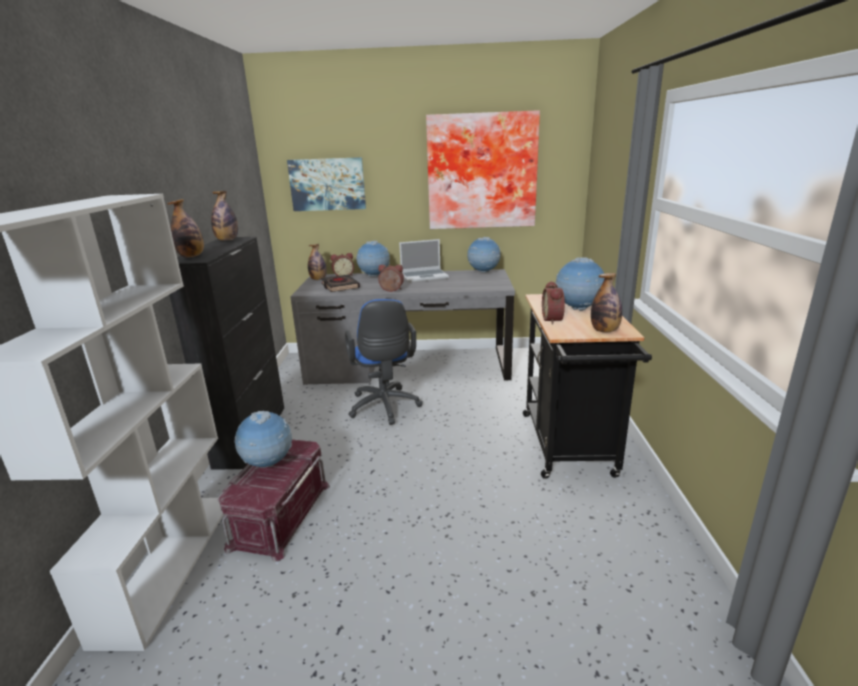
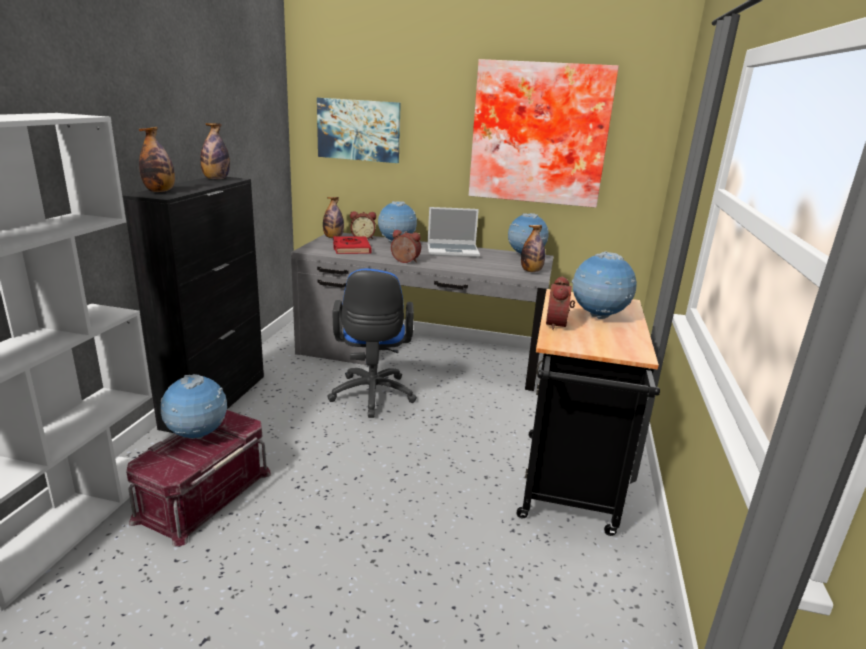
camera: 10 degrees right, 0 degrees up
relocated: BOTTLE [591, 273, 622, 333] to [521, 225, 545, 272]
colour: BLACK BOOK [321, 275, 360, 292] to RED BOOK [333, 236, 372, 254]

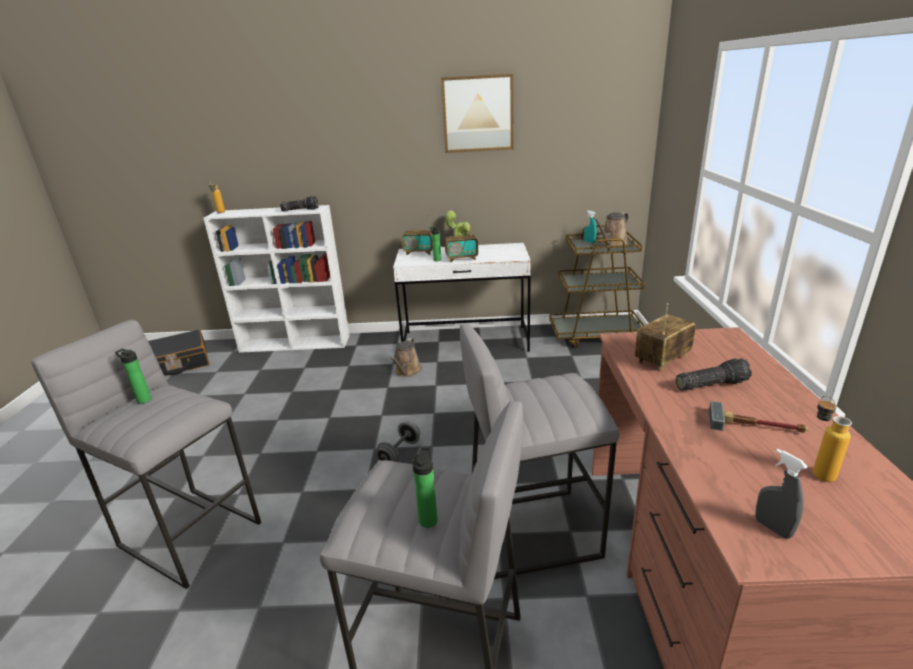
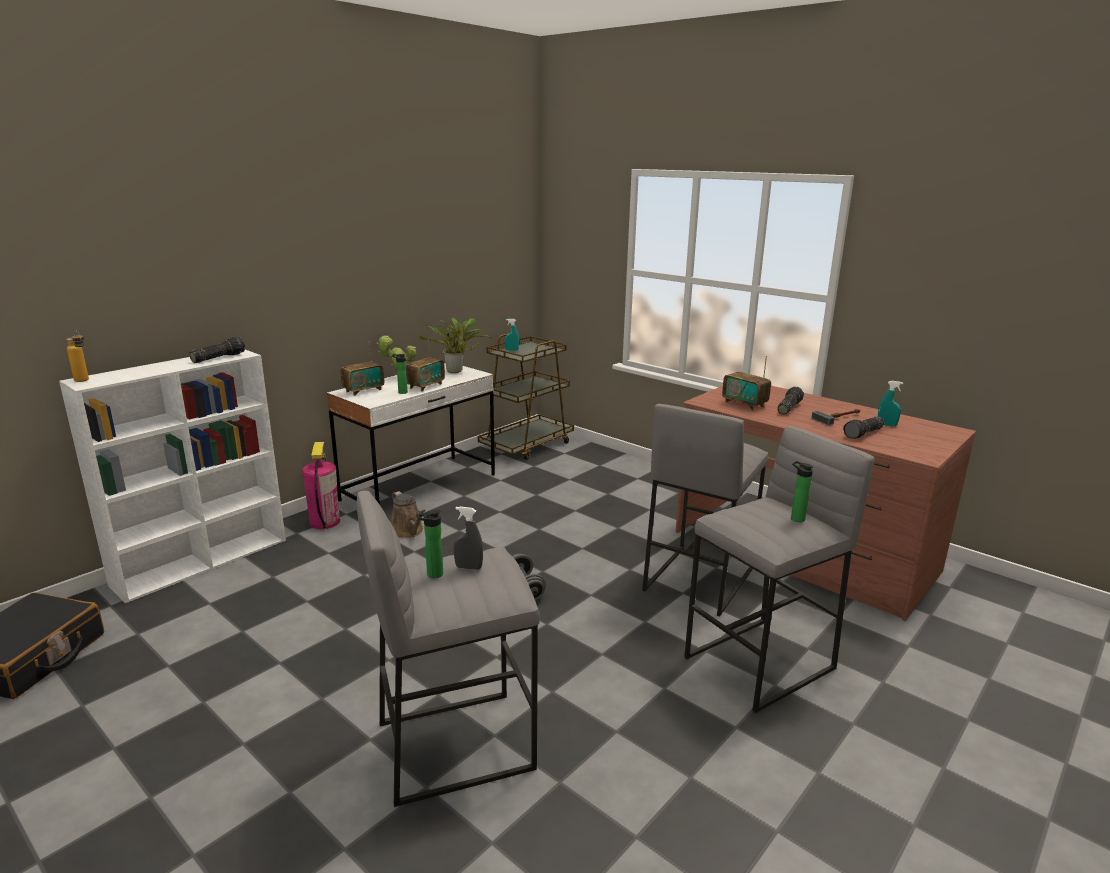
camera: 50 degrees left, 5 degrees down
missing: PICTURE [441, 74, 513, 153]; BROWN WATERING CAN [593, 212, 629, 247]
appeared: FIRE EXTINGUISHER [302, 442, 340, 529]; POTTED PLANT [420, 317, 491, 373]; FLASHLIGHT [843, 417, 884, 439]
relocated: GREY SPRAY BOTTLE [755, 449, 808, 539] to [453, 507, 483, 570]
exchanged: BOTTLE [813, 395, 852, 482] to TURQUOISE SPRAY BOTTLE [878, 381, 903, 426]
spun: RADIO [635, 303, 696, 371] = [722, 356, 771, 411] 45 degrees counterclockwise

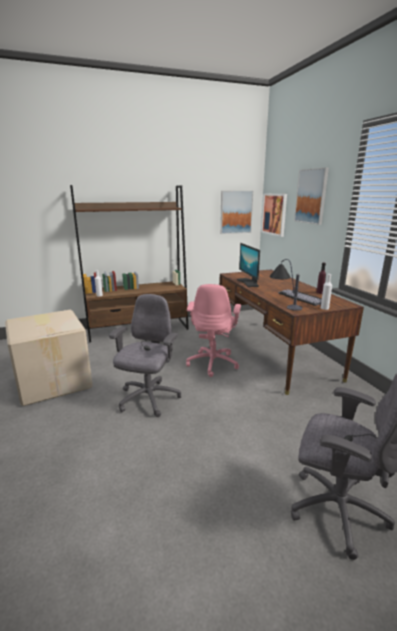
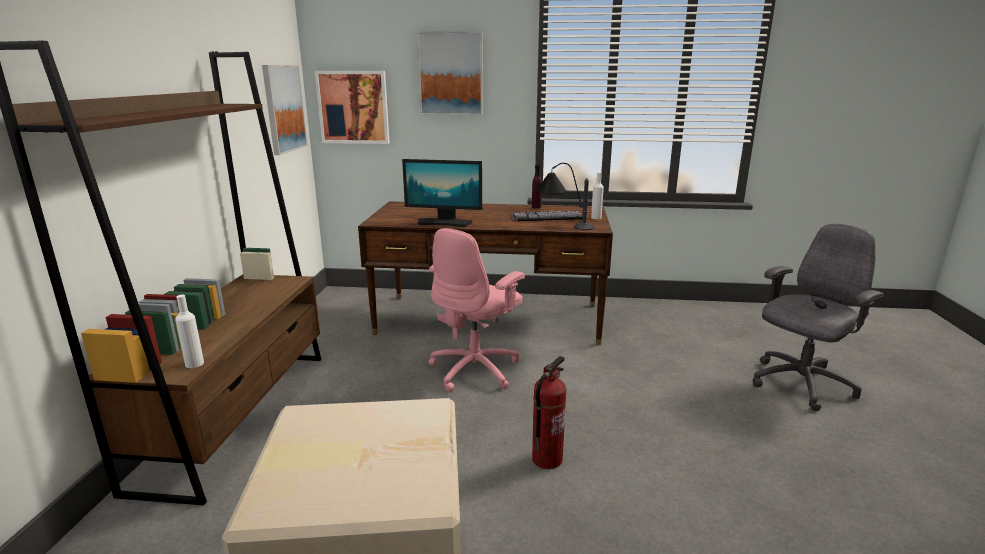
camera: 65 degrees left, 0 degrees up
exchanged: GREY OFFICE CHAIR [109, 294, 181, 417] to FIRE EXTINGUISHER [532, 356, 566, 469]
spun: PINK OFFICE CHAIR [186, 284, 241, 377] = [428, 228, 525, 392] 90 degrees clockwise

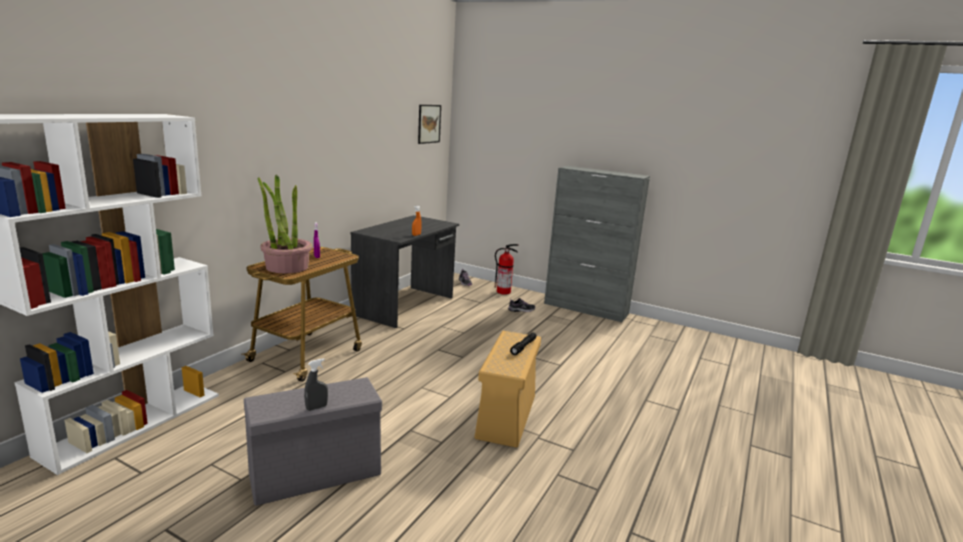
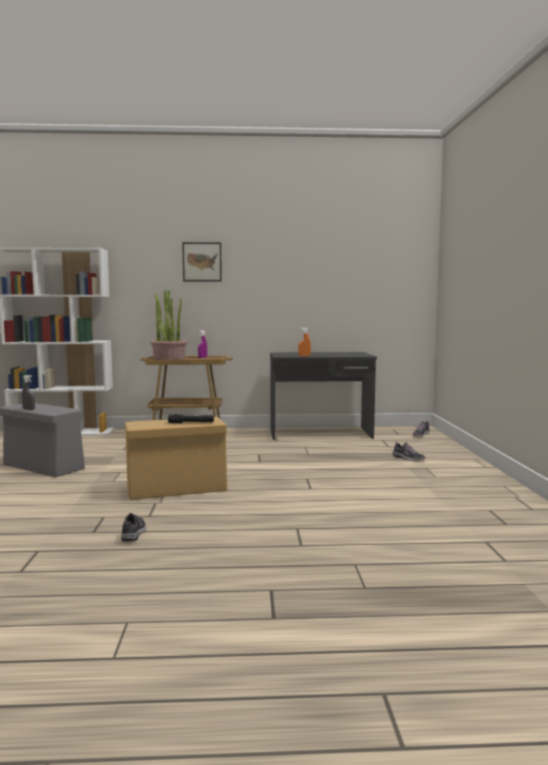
camera: 60 degrees right, 10 degrees down
missing: FIRE EXTINGUISHER [495, 244, 519, 295]; GREY CABINET [544, 166, 650, 322]
appeared: SHOE [121, 513, 146, 542]
relocated: PICTURE [418, 105, 441, 144] to [182, 242, 222, 281]

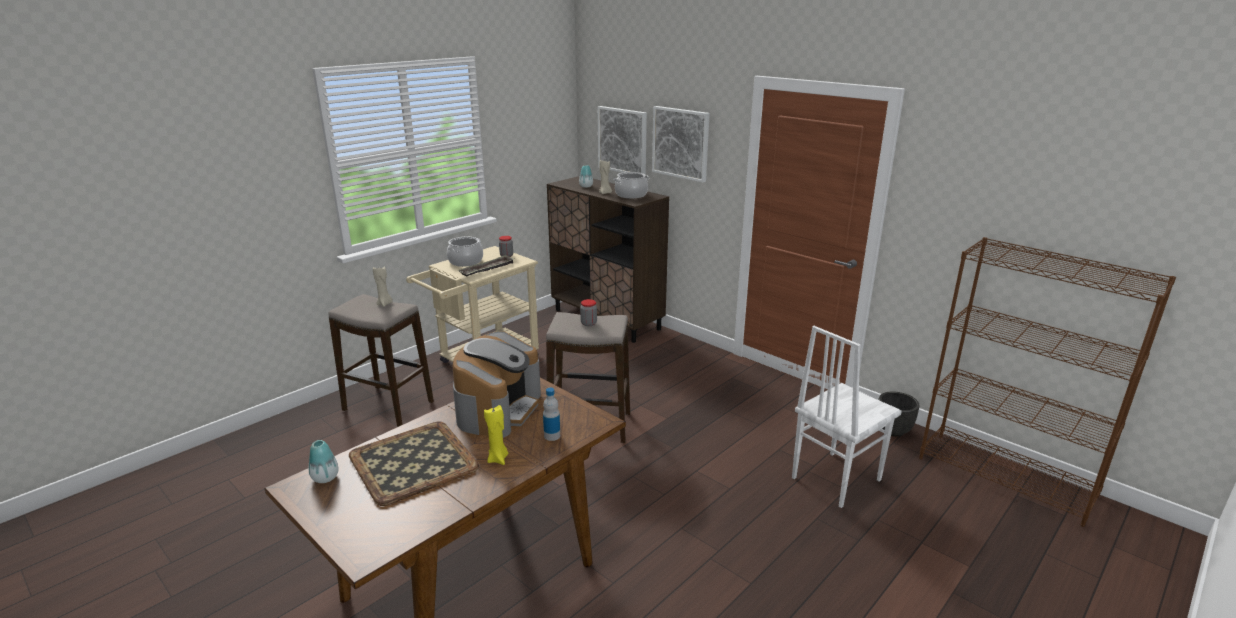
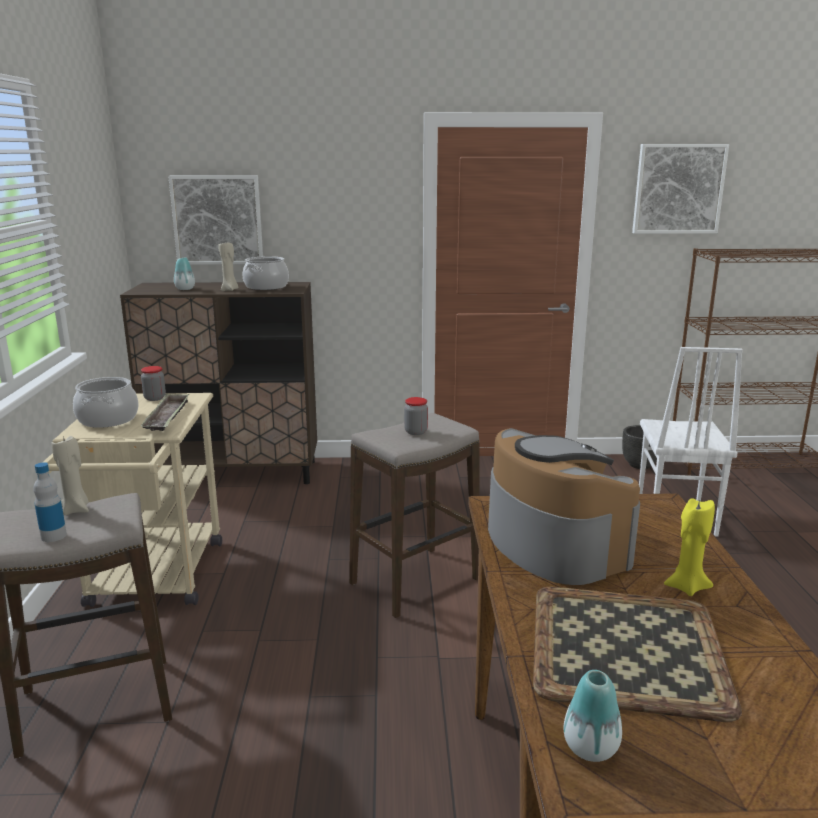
camera: 45 degrees left, 5 degrees down
relocated: BOTTLE [543, 388, 560, 441] to [33, 462, 67, 542]; PICTURE [652, 106, 710, 183] to [632, 144, 729, 234]

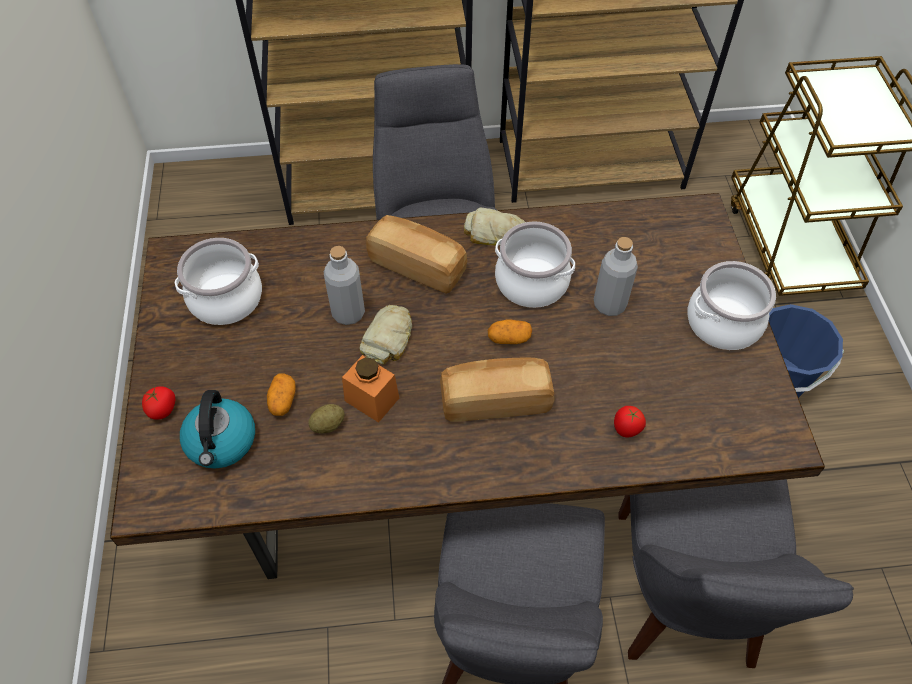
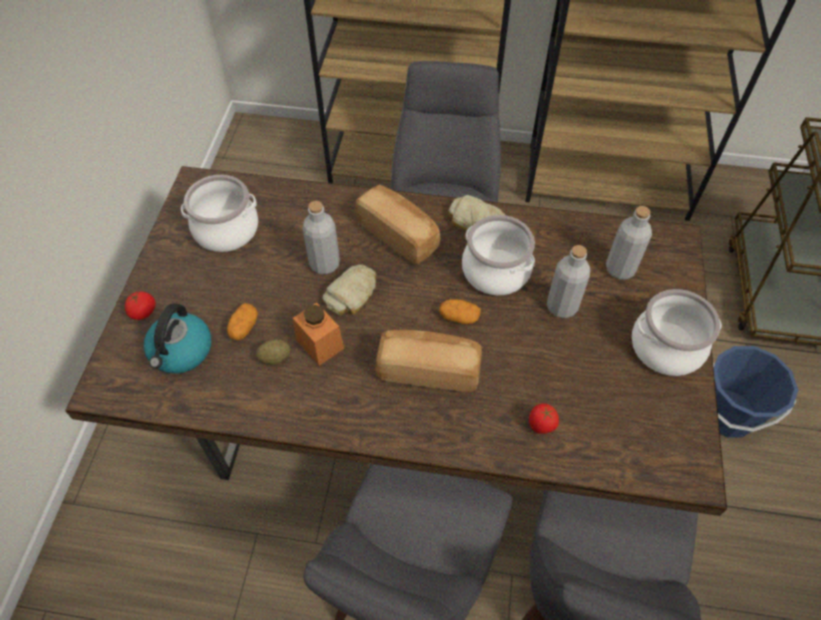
camera: 15 degrees right, 0 degrees up
appeared: GREY BOTTLE [606, 206, 652, 279]

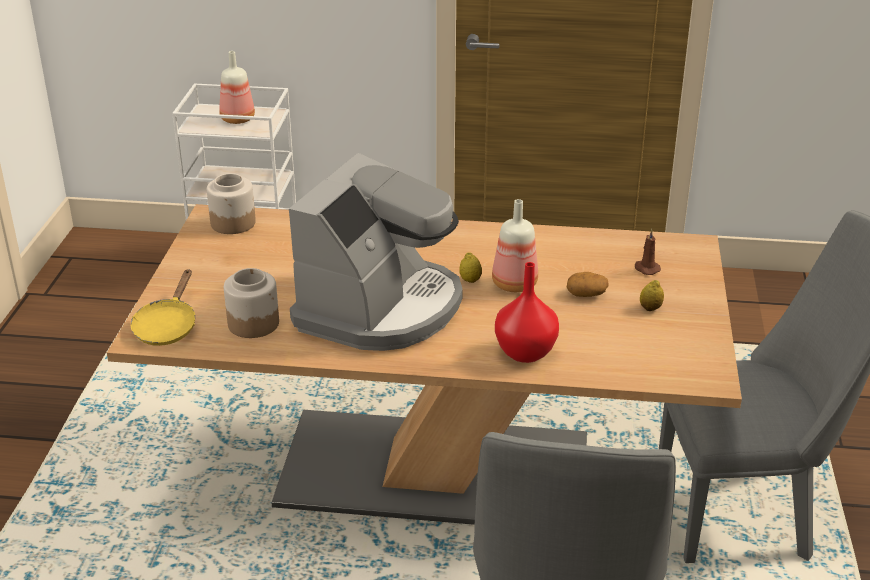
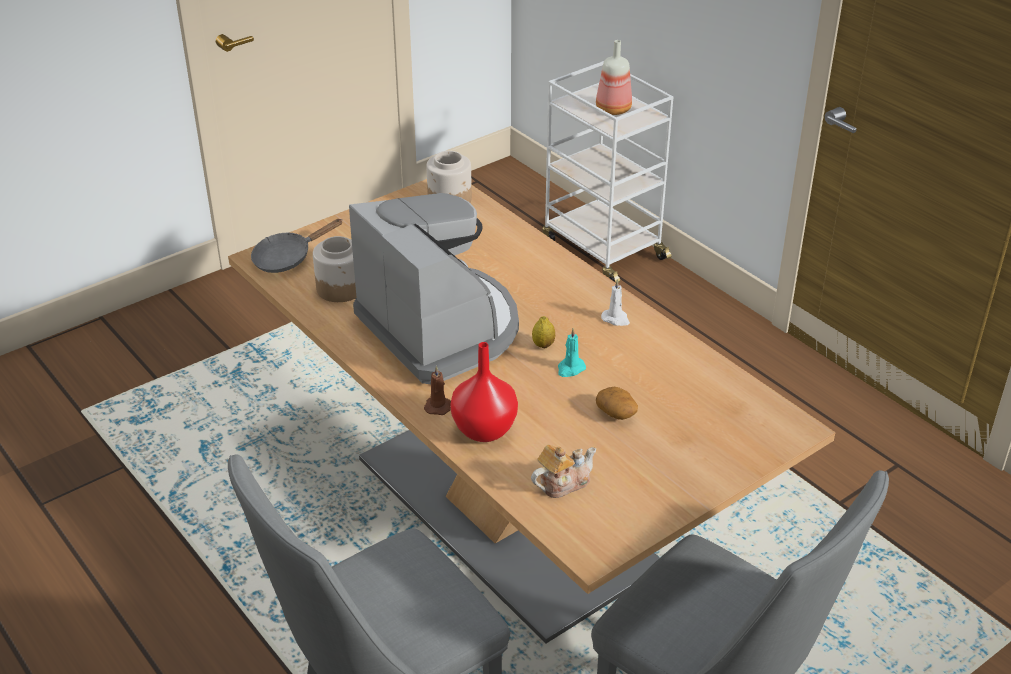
camera: 45 degrees right, 5 degrees up
missing: LEMON [640, 280, 664, 311]
appeared: TEAPOT [531, 444, 596, 498]; WHITE CANDLE [601, 279, 630, 326]
relocated: BROWN CANDLE [635, 229, 661, 275] to [424, 366, 451, 415]
exchanged: BOTTLE [492, 199, 538, 292] to TURQUOISE CANDLE [558, 328, 586, 377]
colour: YELLOW FRYING PAN [131, 269, 195, 346] to GREY FRYING PAN [251, 219, 343, 273]
spun: COFFEE MACHINE [289, 153, 463, 351] = [349, 193, 519, 384] 105 degrees counterclockwise

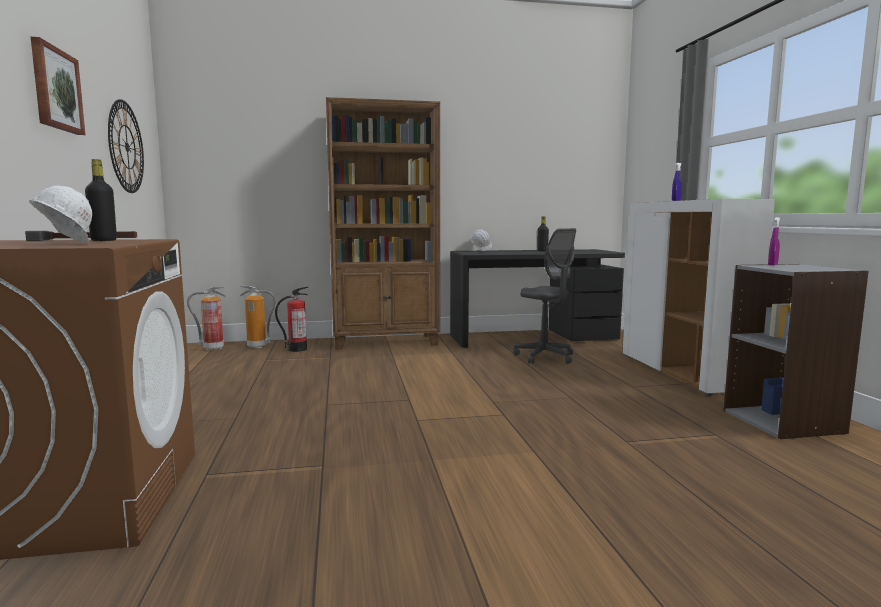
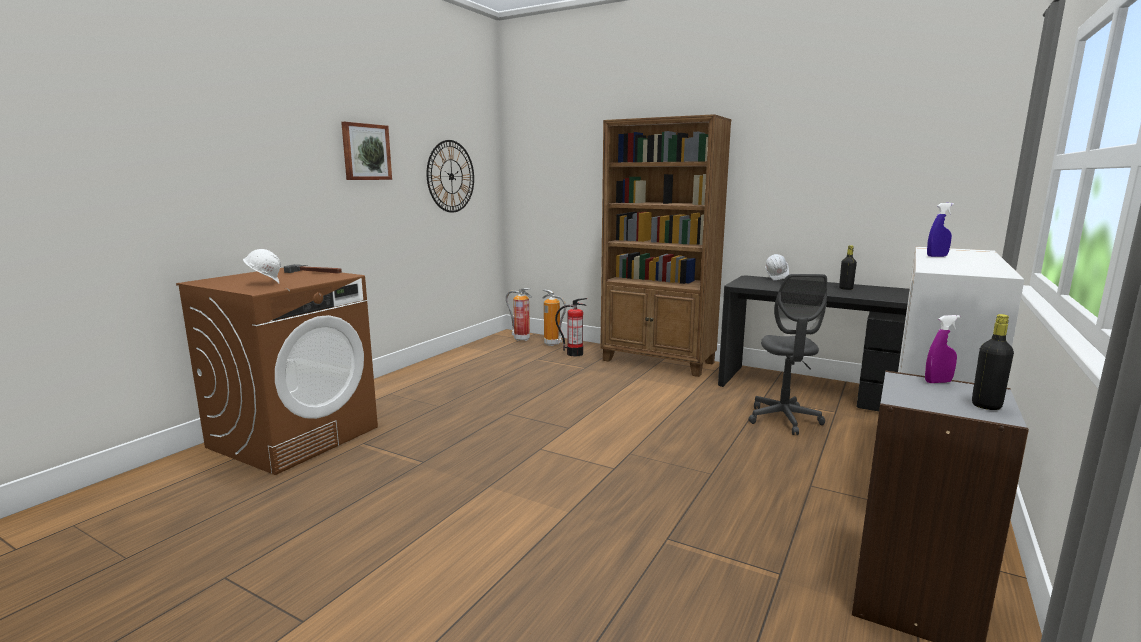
camera: 40 degrees right, 5 degrees up
relocated: BLACK BOTTLE [85, 159, 117, 241] to [972, 314, 1014, 410]

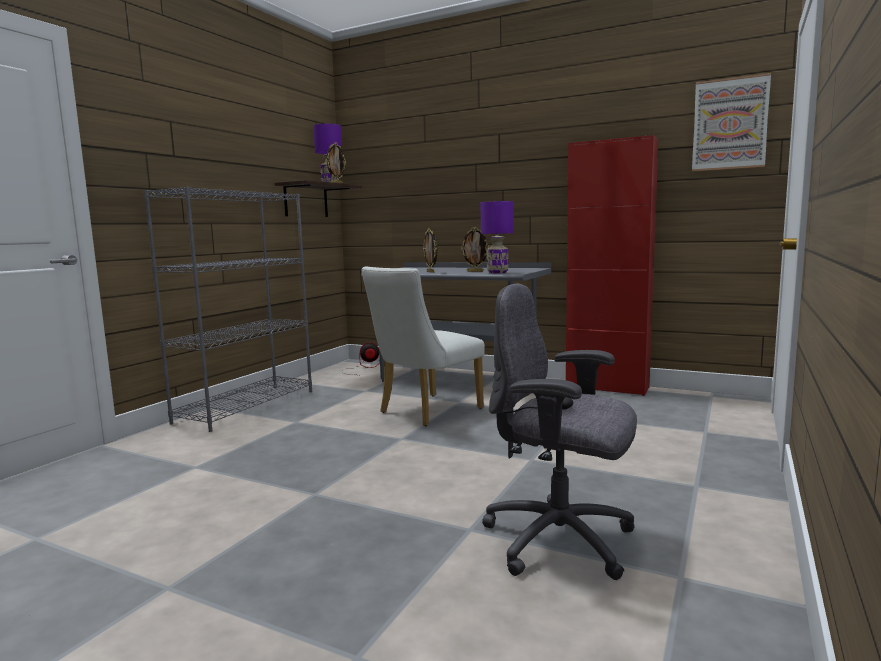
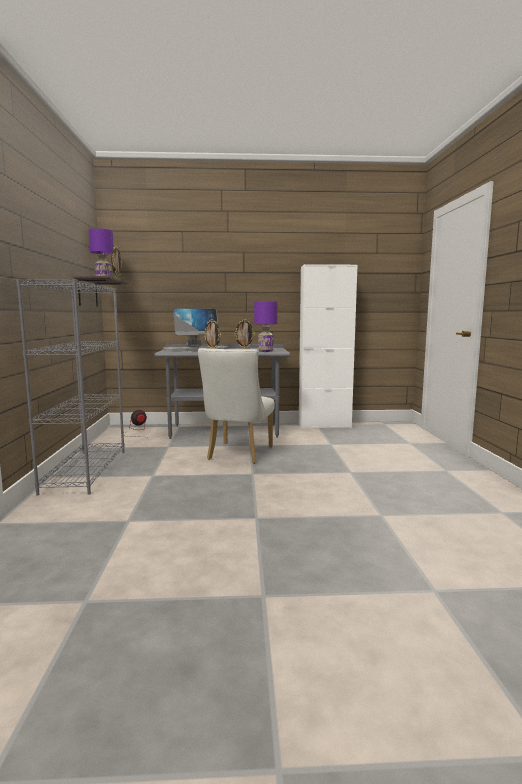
camera: 30 degrees left, 0 degrees up
missing: GREY OFFICE CHAIR [482, 284, 637, 580]; PICTURE [692, 73, 771, 172]
appeared: MONITOR [163, 308, 228, 352]
colour: RED CABINET [566, 135, 658, 396] to WHITE CABINET [299, 264, 358, 429]

